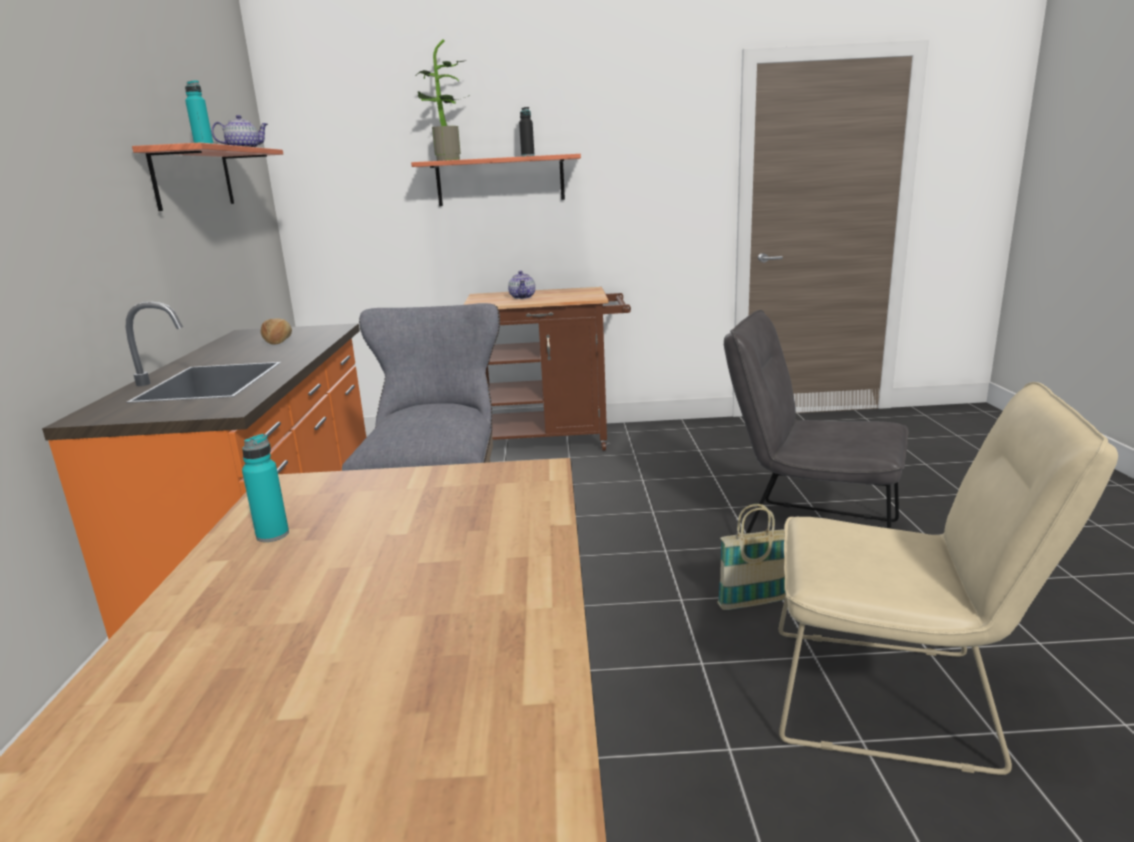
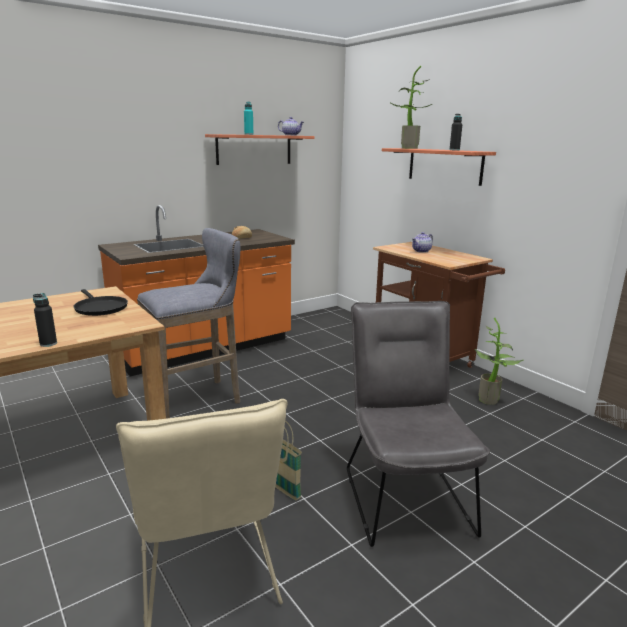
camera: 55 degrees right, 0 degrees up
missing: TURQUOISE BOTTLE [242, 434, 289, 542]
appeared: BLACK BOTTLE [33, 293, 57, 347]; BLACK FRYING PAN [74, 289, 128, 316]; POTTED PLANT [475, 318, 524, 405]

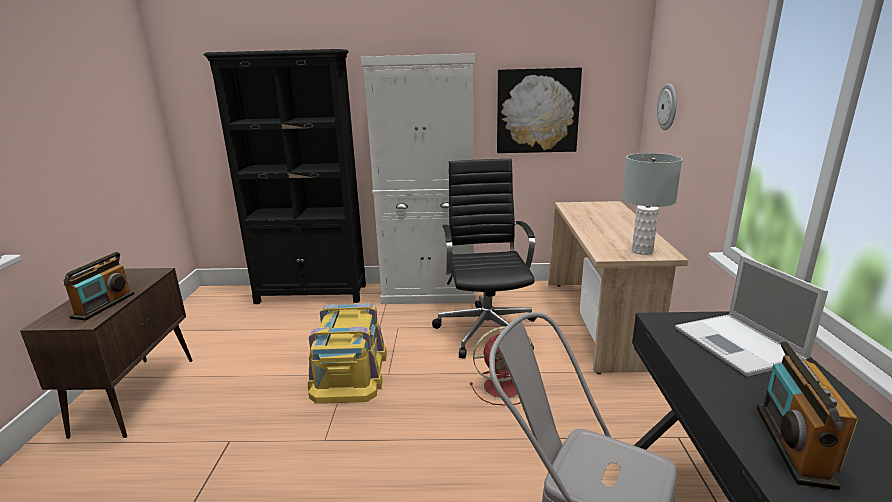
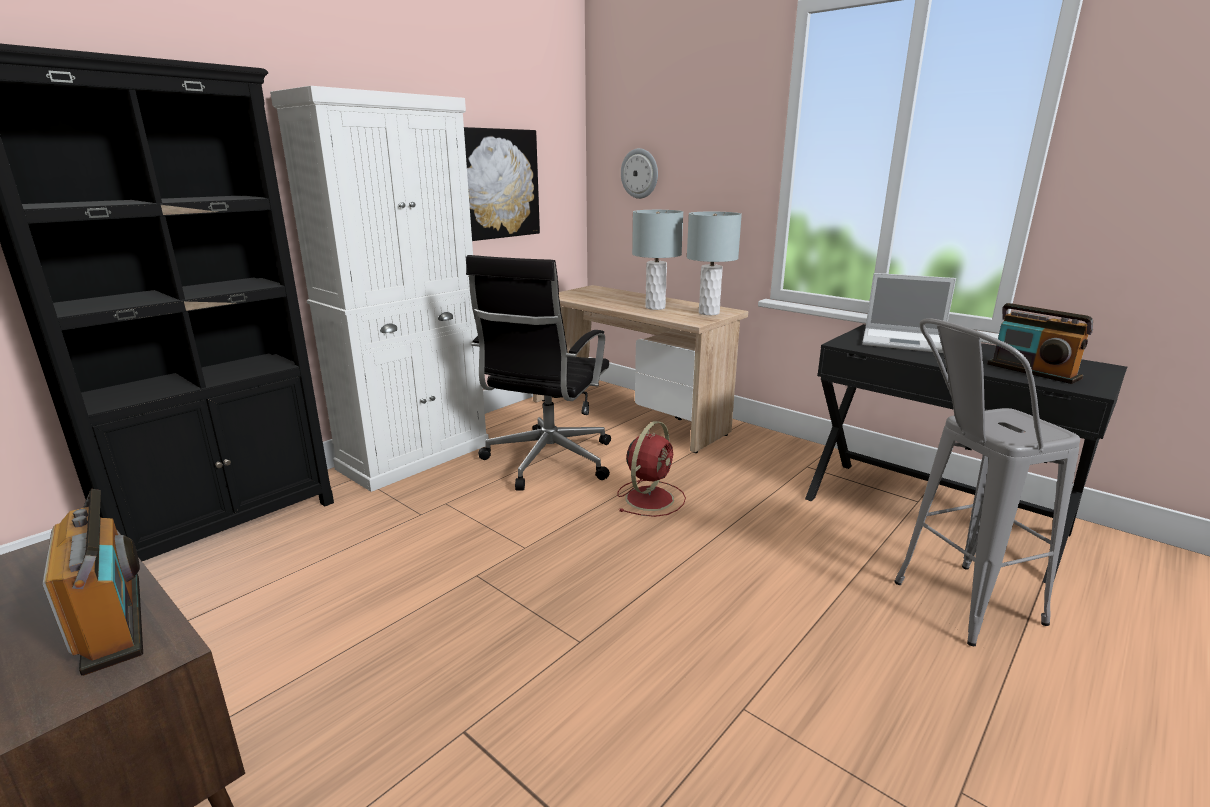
camera: 50 degrees left, 0 degrees up
missing: YELLOW STORAGE BOX [308, 303, 387, 404]
appeared: GREY TABLE LAMP [632, 210, 683, 310]
spun: BLACK OFFICE CHAIR [432, 159, 537, 359] = [466, 255, 611, 491] 105 degrees counterclockwise

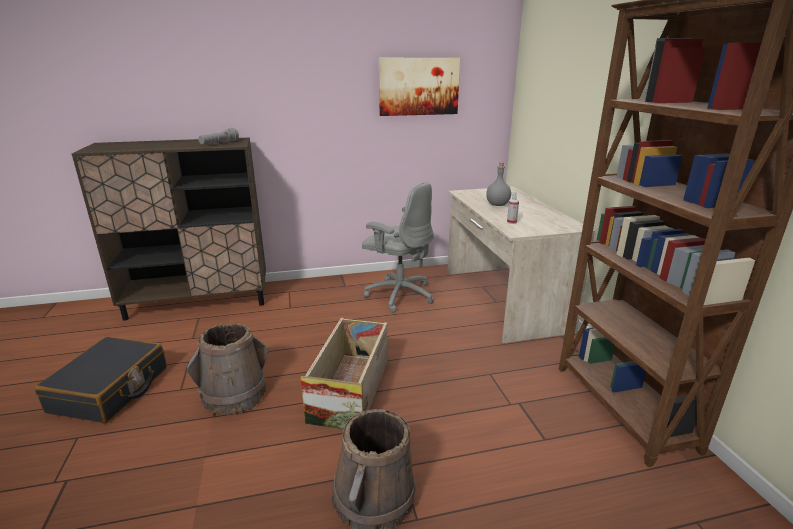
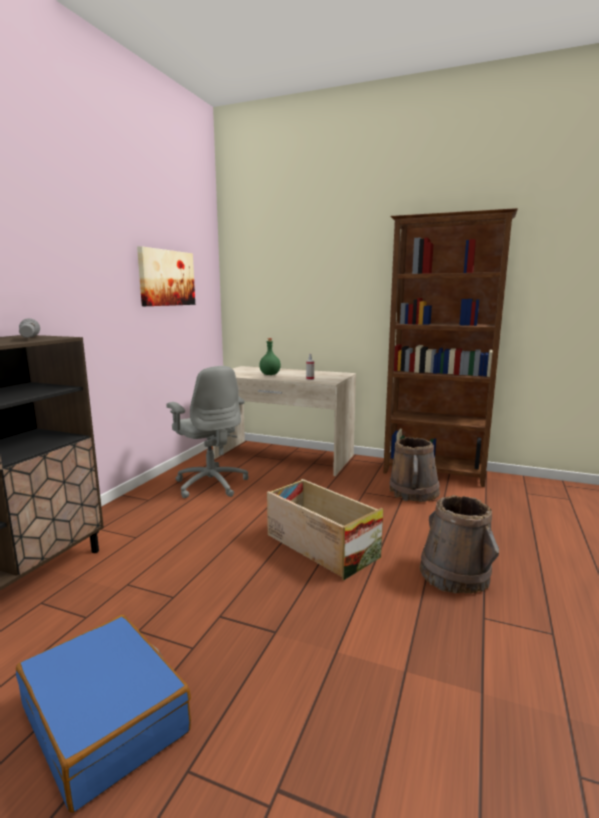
camera: 55 degrees left, 10 degrees down
relocated: BROWN BUCKET [187, 323, 269, 415] to [389, 437, 440, 502]
colour: BLACK SUITCASE [34, 337, 167, 423] to BLUE SUITCASE [16, 615, 191, 813]; GREY BOTTLE [486, 163, 511, 206] to GREEN BOTTLE [259, 338, 281, 375]
spun: GREY OFFICE CHAIR [362, 182, 434, 313] = [166, 366, 248, 498] 75 degrees clockwise

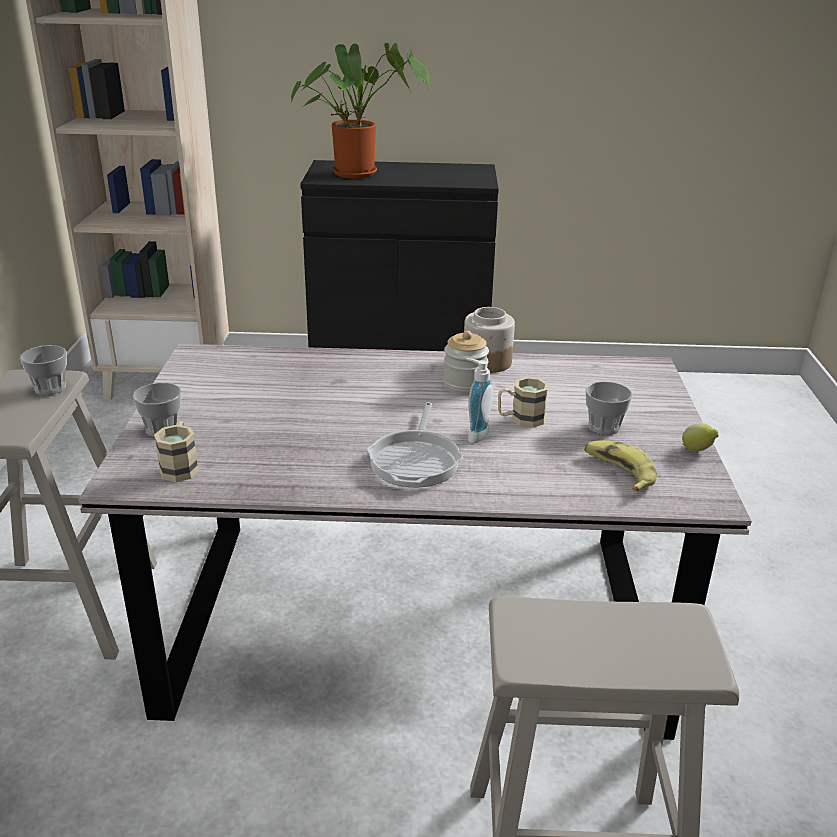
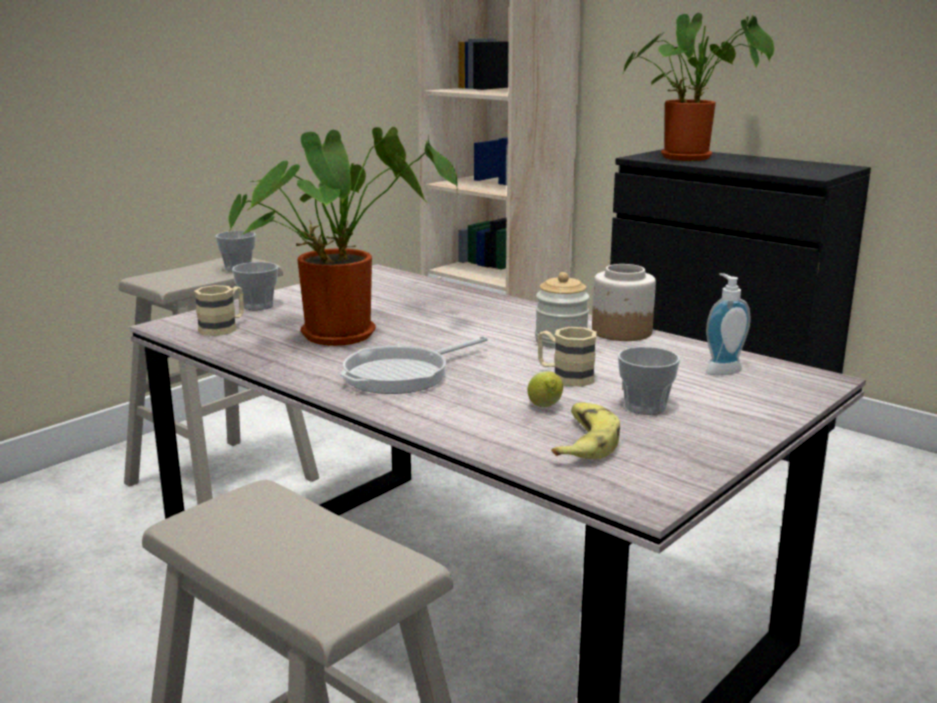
camera: 40 degrees right, 10 degrees down
appeared: POTTED PLANT [228, 127, 458, 346]
relocated: LEMON [682, 423, 719, 452] to [527, 371, 563, 407]; SOAP DISPENSER [466, 358, 493, 443] to [706, 273, 750, 375]

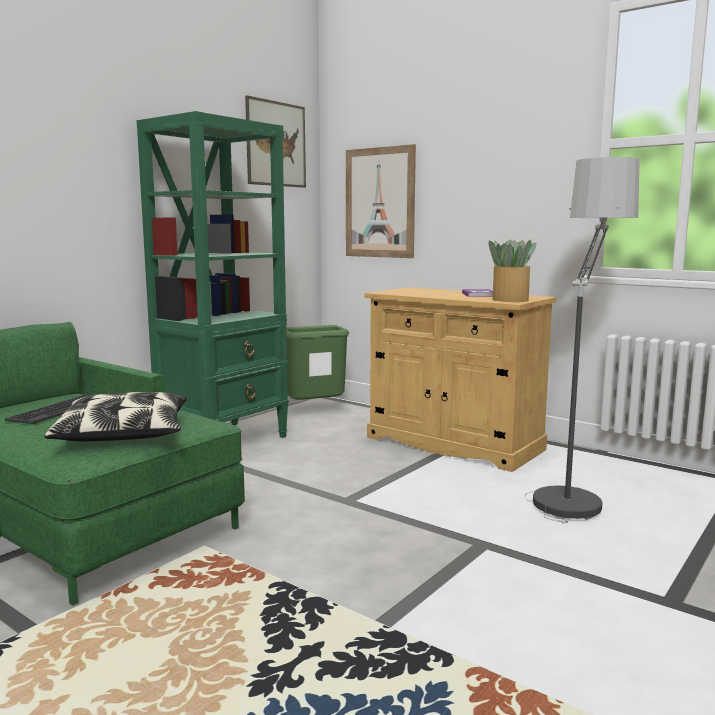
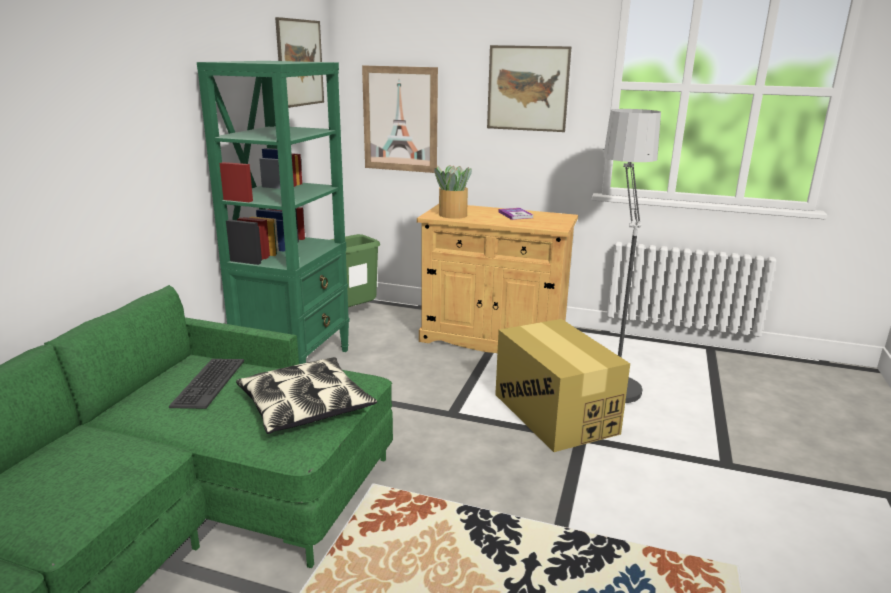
camera: 20 degrees left, 10 degrees up
appeared: PICTURE [487, 45, 571, 132]; CARDBOARD BOX [495, 319, 630, 452]
relocated: POTTED PLANT [489, 239, 536, 302] to [434, 165, 472, 219]

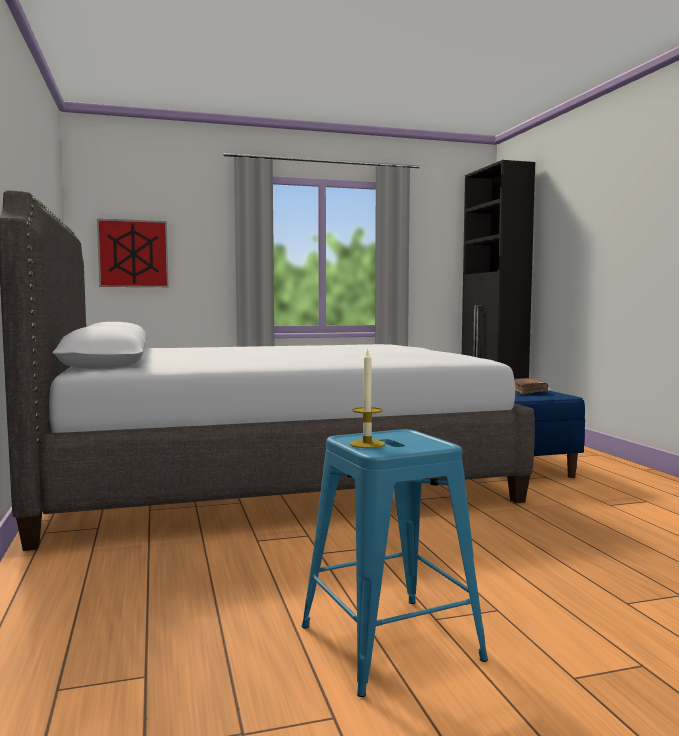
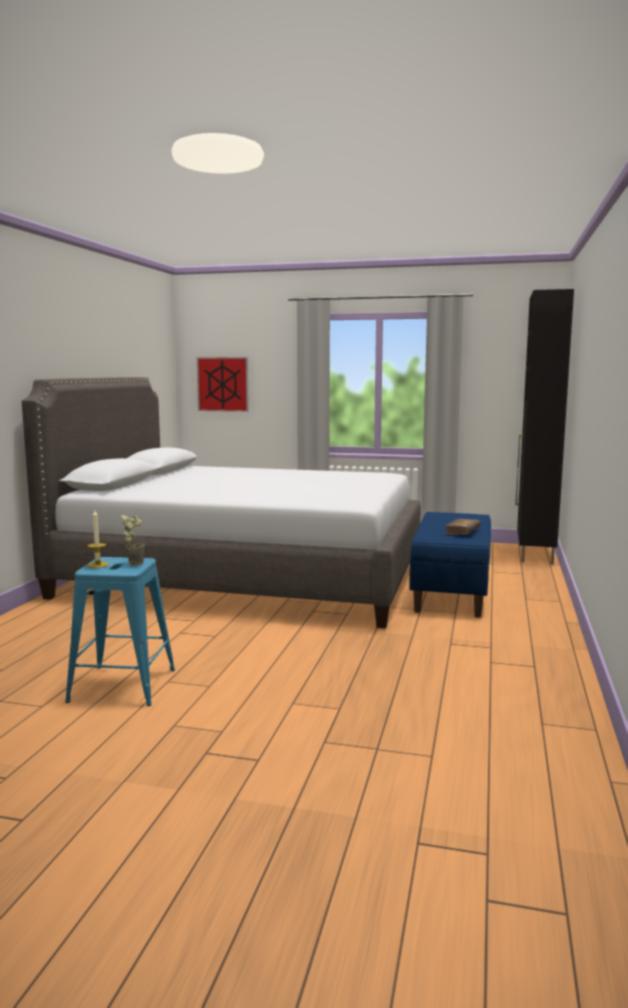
camera: 30 degrees right, 5 degrees up
appeared: POTTED PLANT [121, 515, 145, 566]

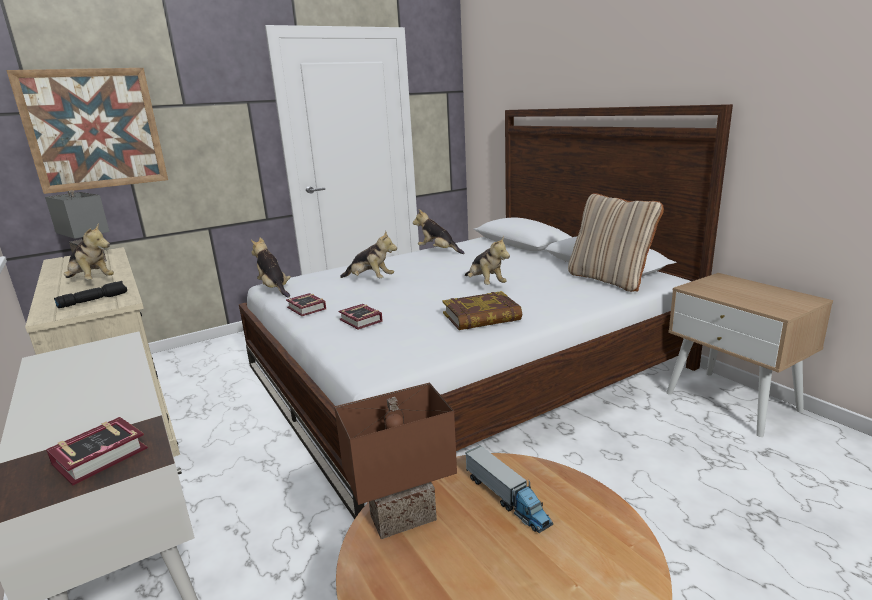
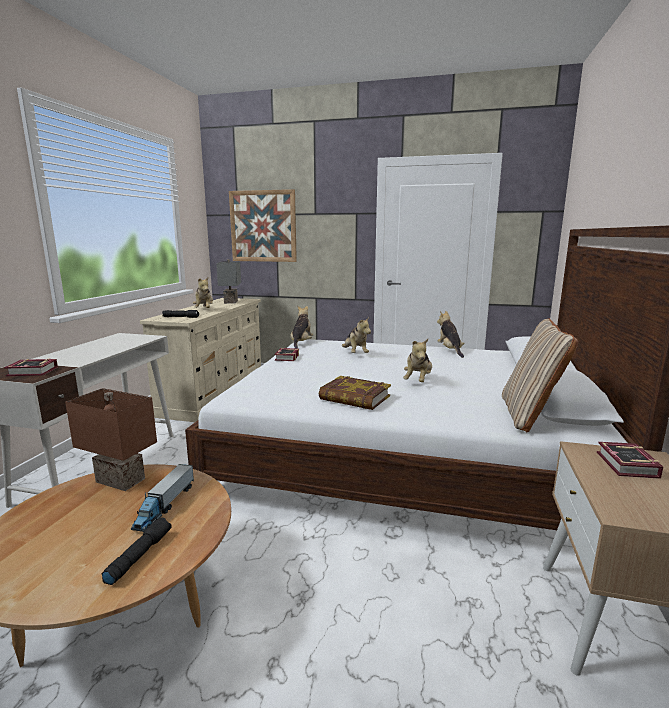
camera: 45 degrees right, 5 degrees down
appeared: BLACK FLASHLIGHT [102, 517, 172, 585]
relocated: BOOK [338, 304, 383, 330] to [597, 442, 663, 479]

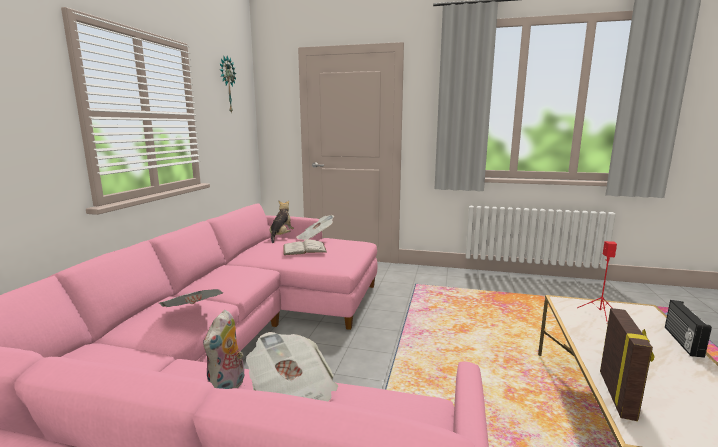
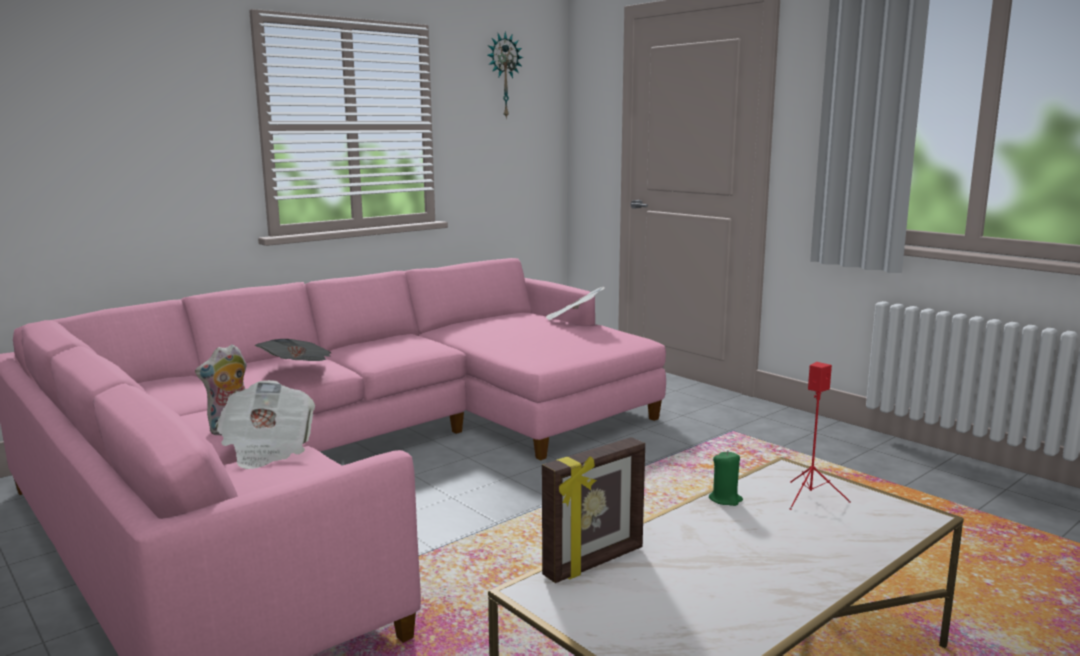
camera: 35 degrees right, 0 degrees up
missing: PLUSH TOY [270, 201, 294, 243]; WHITE BOOK [283, 239, 327, 255]; RADIO [665, 300, 712, 358]
appeared: GREEN CANDLE [709, 451, 743, 506]

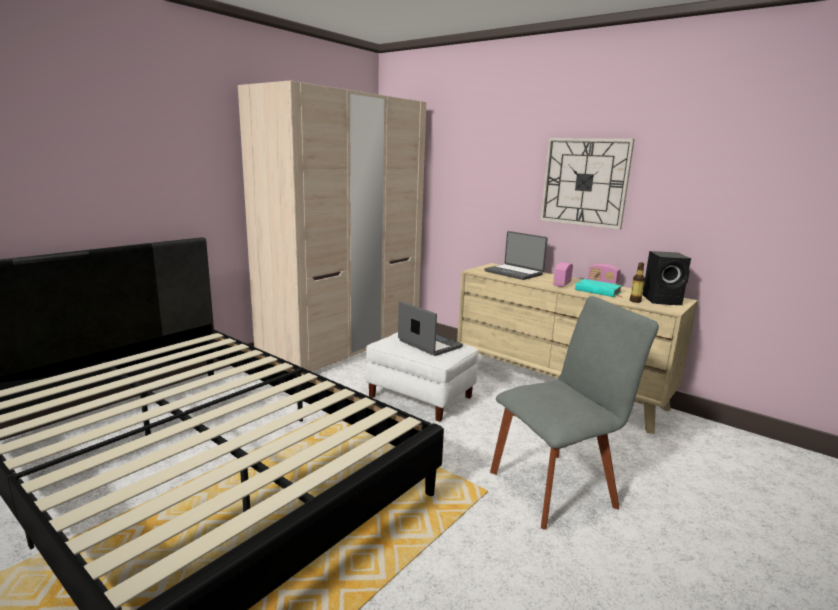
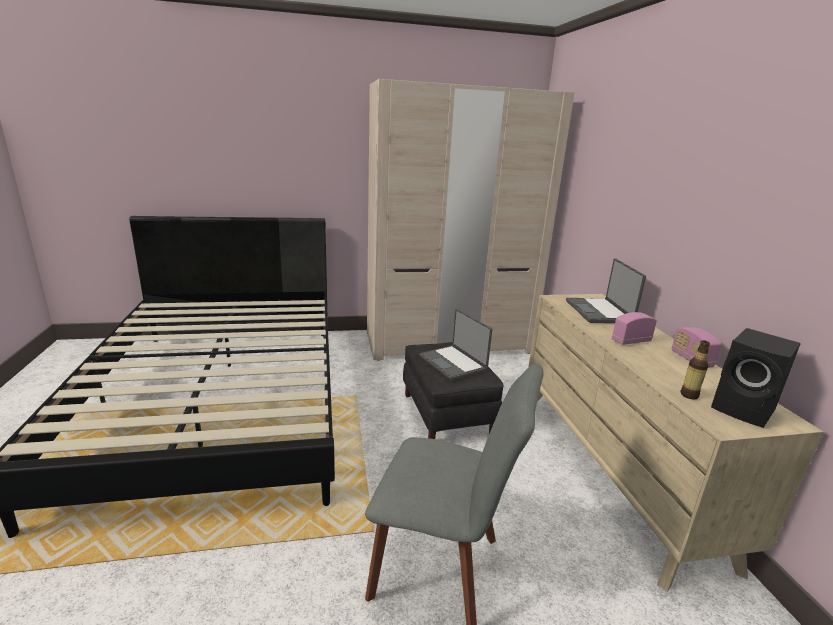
camera: 40 degrees right, 5 degrees up
missing: WALL CLOCK [540, 138, 635, 230]; TURQUOISE BOOK [575, 279, 623, 298]
colour: WHITE OTTOMAN [366, 332, 478, 422] to BLACK OTTOMAN [403, 342, 504, 439]
spun: LAPTOP [398, 301, 463, 356] = [419, 309, 492, 381] 150 degrees clockwise

